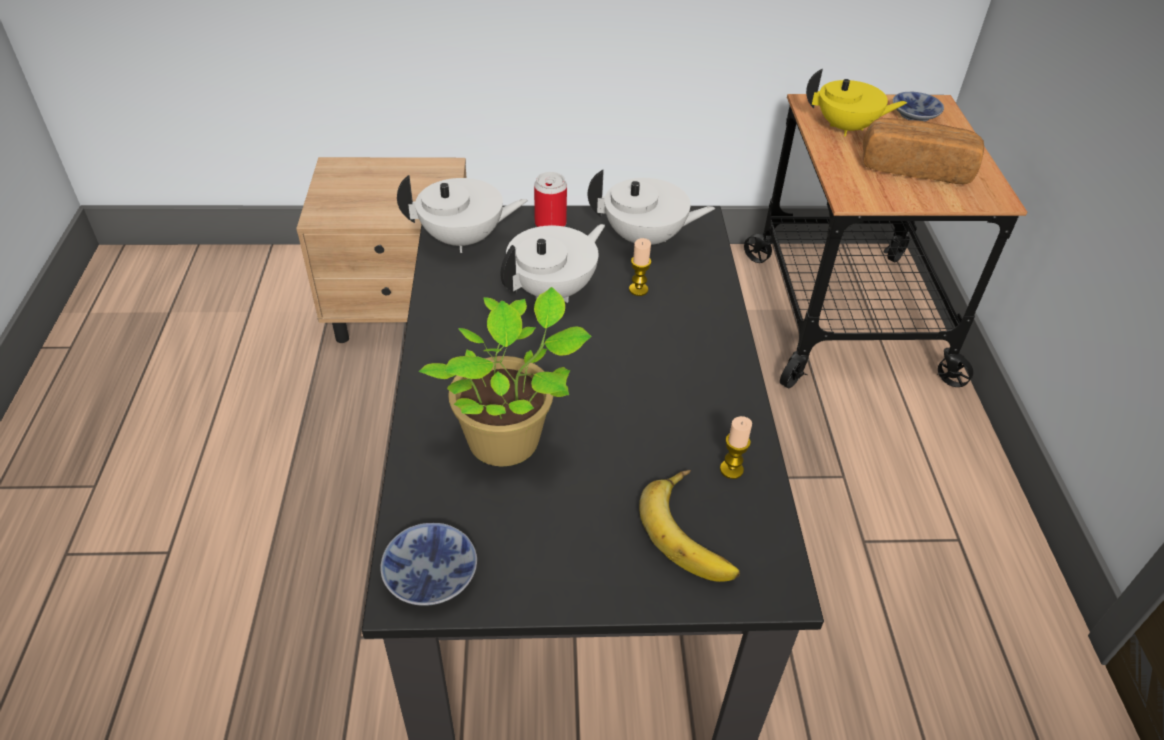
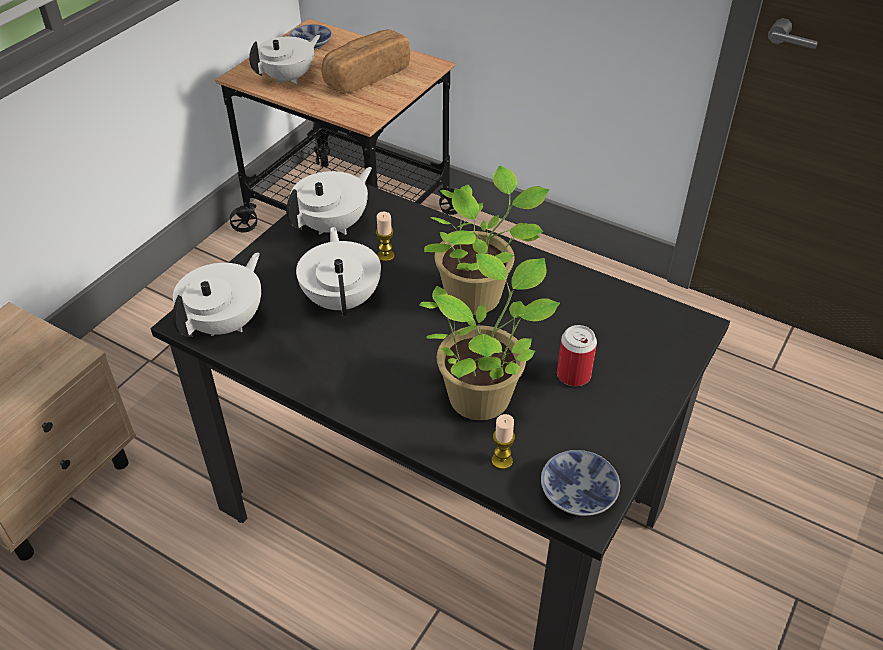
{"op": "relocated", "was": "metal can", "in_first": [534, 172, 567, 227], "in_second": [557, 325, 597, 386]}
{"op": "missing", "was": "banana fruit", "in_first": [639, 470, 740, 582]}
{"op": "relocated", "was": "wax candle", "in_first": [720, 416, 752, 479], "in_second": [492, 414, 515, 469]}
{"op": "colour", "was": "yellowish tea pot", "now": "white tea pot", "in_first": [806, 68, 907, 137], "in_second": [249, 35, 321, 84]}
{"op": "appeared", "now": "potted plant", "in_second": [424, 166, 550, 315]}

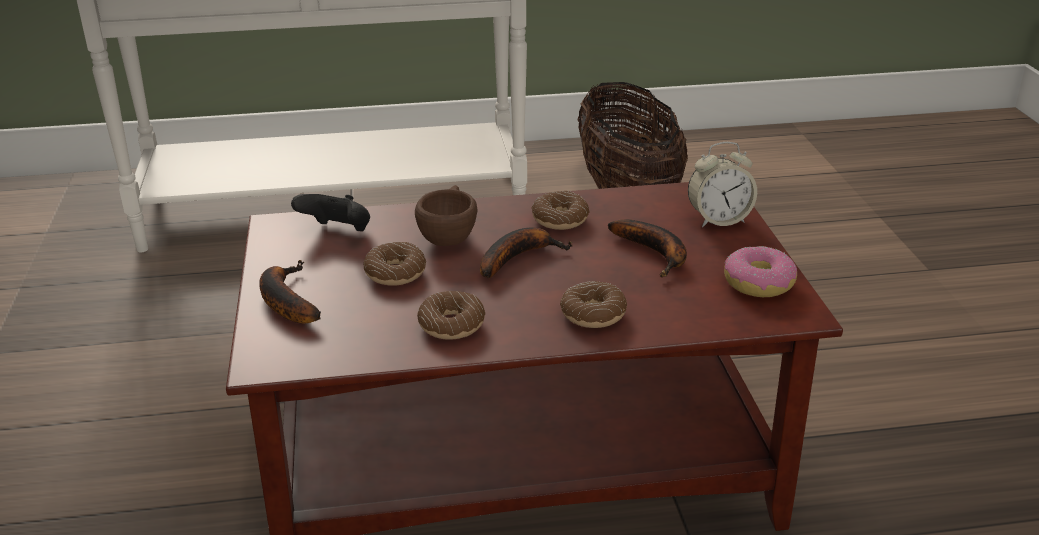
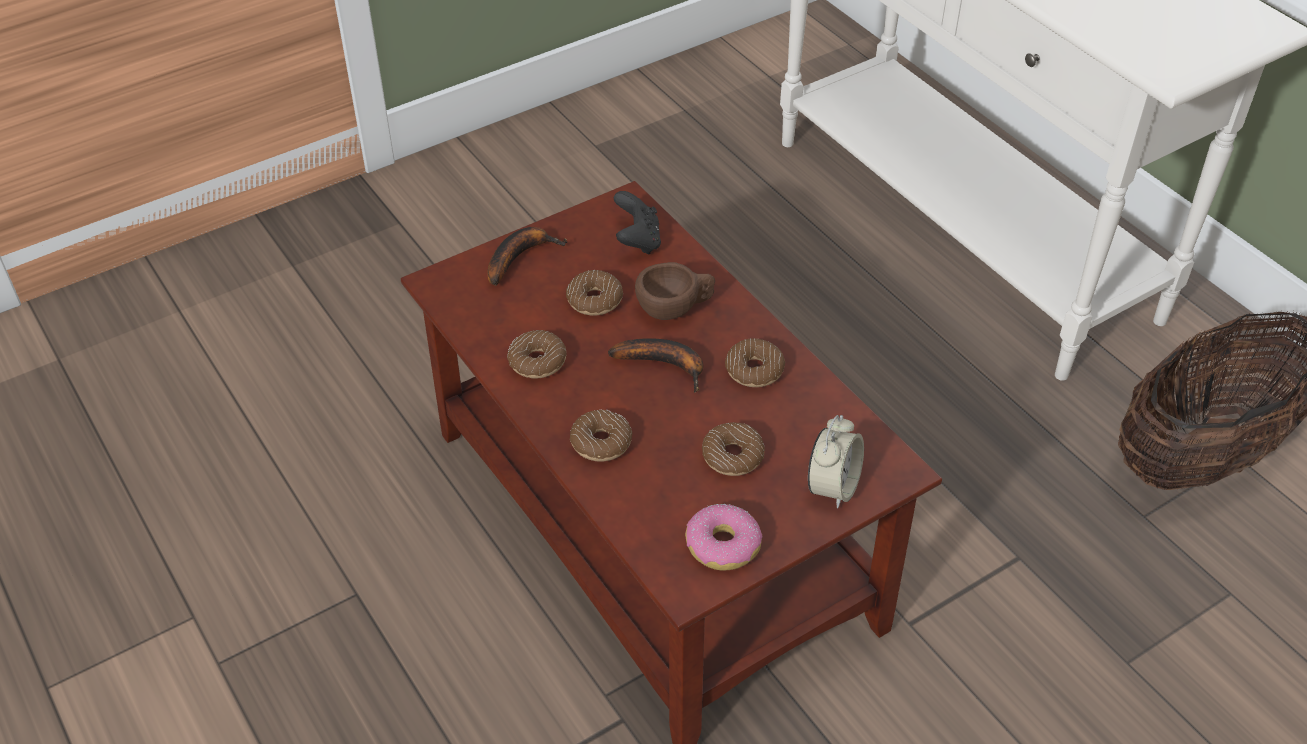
{"op": "exchanged", "was": "banana fruit", "now": "doughnut", "in_first": [608, 219, 687, 277], "in_second": [702, 422, 765, 476]}
{"op": "spun", "was": "alarm clock", "in_first": [688, 142, 757, 227], "in_second": [808, 415, 864, 509], "clockwise": -120}

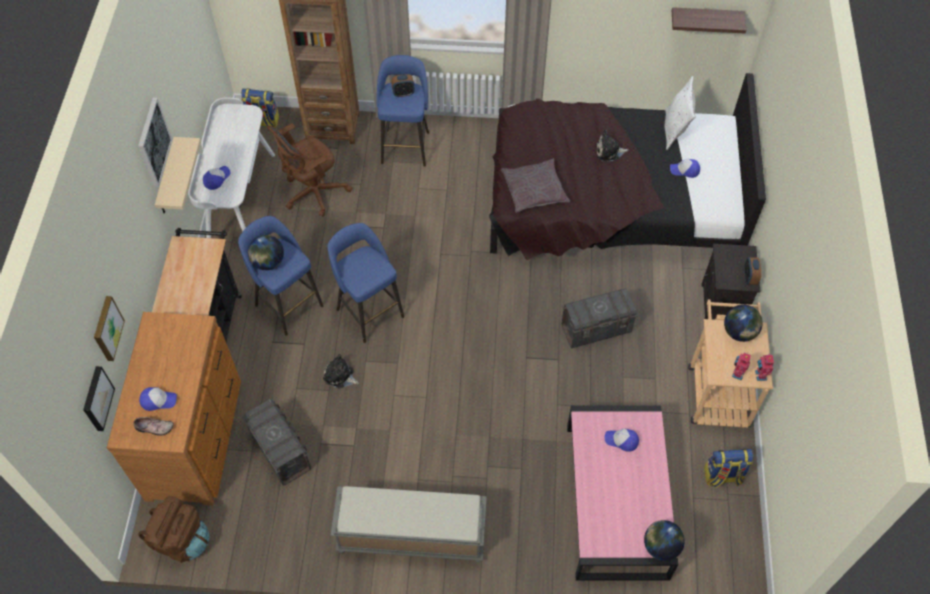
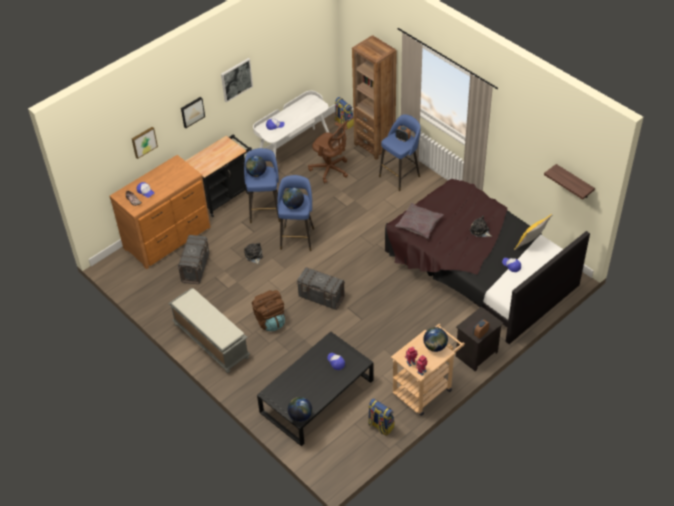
{"op": "relocated", "was": "wall picture", "in_first": [83, 366, 115, 431], "in_second": [181, 97, 205, 128]}
{"op": "relocated", "was": "brown backpack", "in_first": [138, 496, 210, 563], "in_second": [252, 290, 285, 331]}
{"op": "missing", "was": "beige-coloured bracket shelf", "in_first": [155, 137, 201, 214]}
{"op": "spun", "was": "brown computer chair", "in_first": [267, 123, 353, 217], "in_second": [308, 120, 349, 183], "clockwise": -150}
{"op": "relocated", "was": "greyish storage bin", "in_first": [561, 288, 638, 348], "in_second": [297, 267, 345, 310]}
{"op": "colour", "was": "pinkish coffee table", "now": "black-coloured coffee table", "in_first": [567, 405, 678, 581], "in_second": [257, 332, 374, 446]}
{"op": "colour", "was": "white throw pillow", "now": "yellowish throw pillow", "in_first": [664, 76, 696, 150], "in_second": [514, 214, 553, 250]}
{"op": "appeared", "now": "globe", "in_second": [282, 187, 304, 209]}

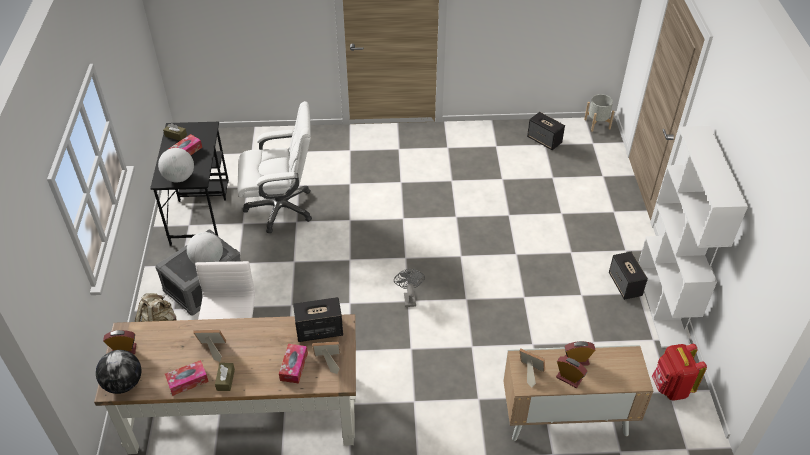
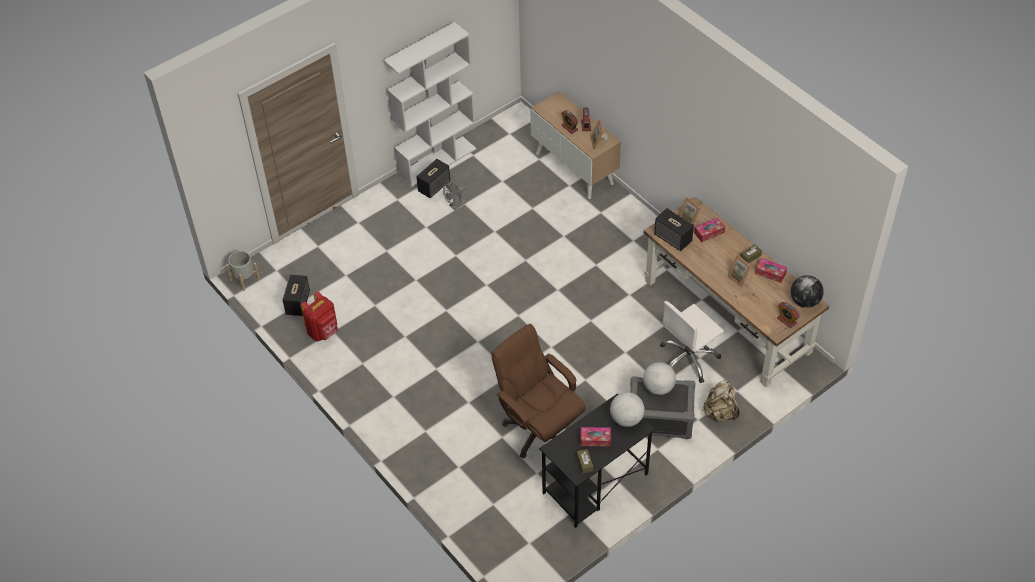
{"op": "colour", "was": "white computer chair", "now": "brown computer chair", "in_first": [237, 101, 312, 233], "in_second": [491, 324, 586, 459]}
{"op": "relocated", "was": "greyish electric fan", "in_first": [394, 269, 425, 307], "in_second": [443, 182, 466, 210]}
{"op": "relocated", "was": "reddish backpack", "in_first": [652, 344, 707, 401], "in_second": [300, 291, 338, 341]}

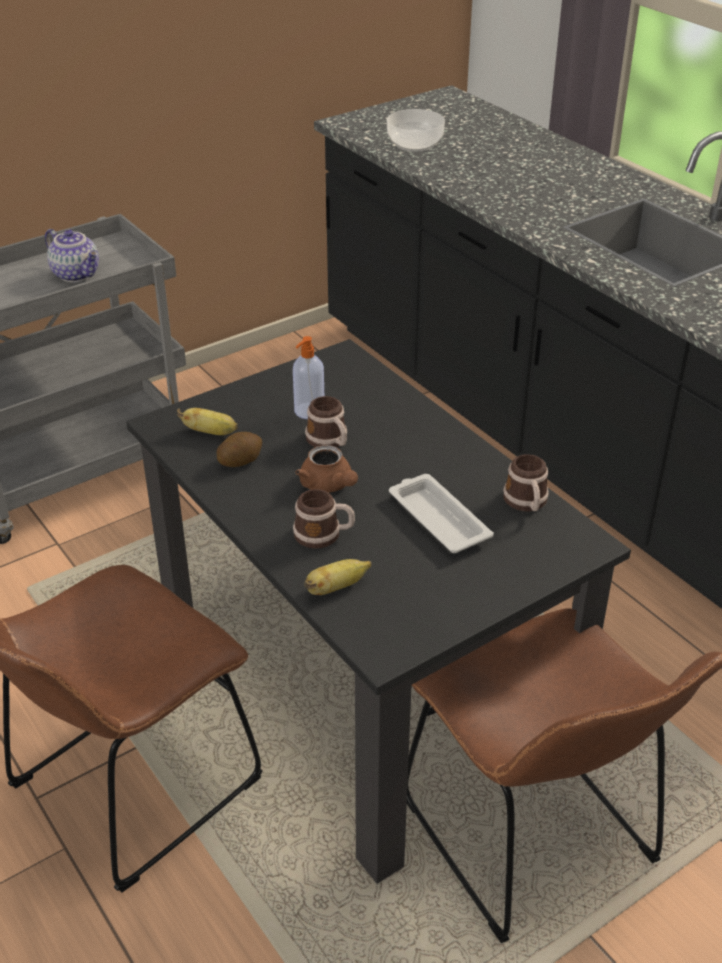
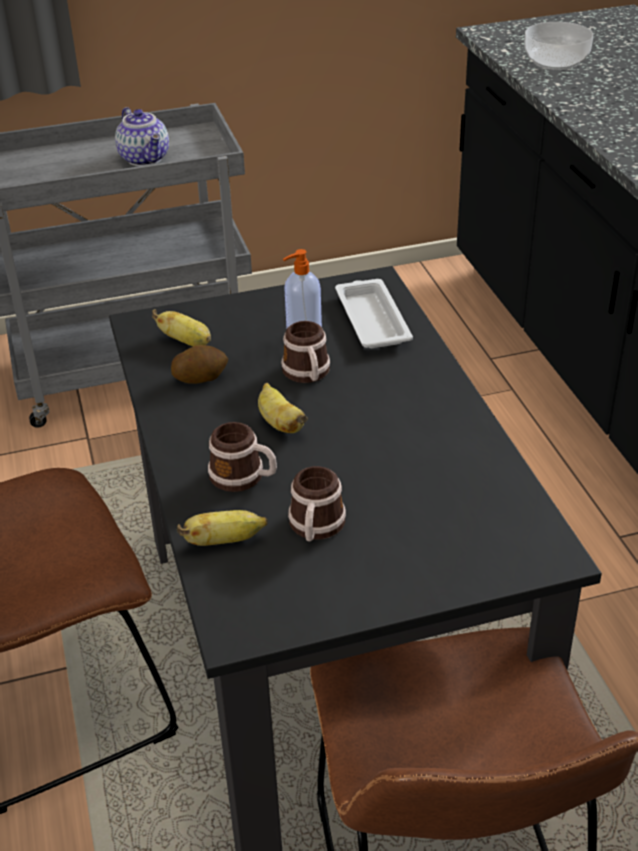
{"op": "exchanged", "was": "brown tea pot", "now": "banana fruit", "in_first": [295, 445, 358, 493], "in_second": [258, 383, 308, 433]}
{"op": "relocated", "was": "white serving tray", "in_first": [389, 474, 494, 553], "in_second": [335, 279, 413, 348]}
{"op": "relocated", "was": "coffee mug", "in_first": [503, 454, 549, 511], "in_second": [288, 466, 346, 542]}

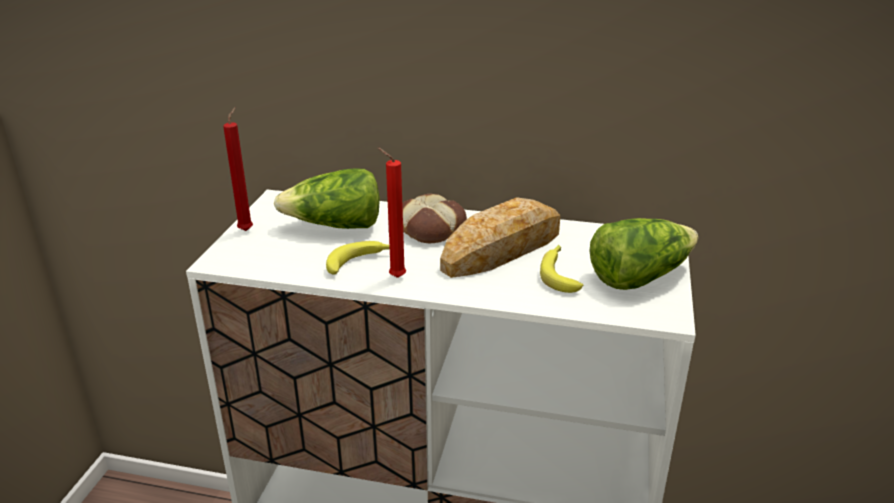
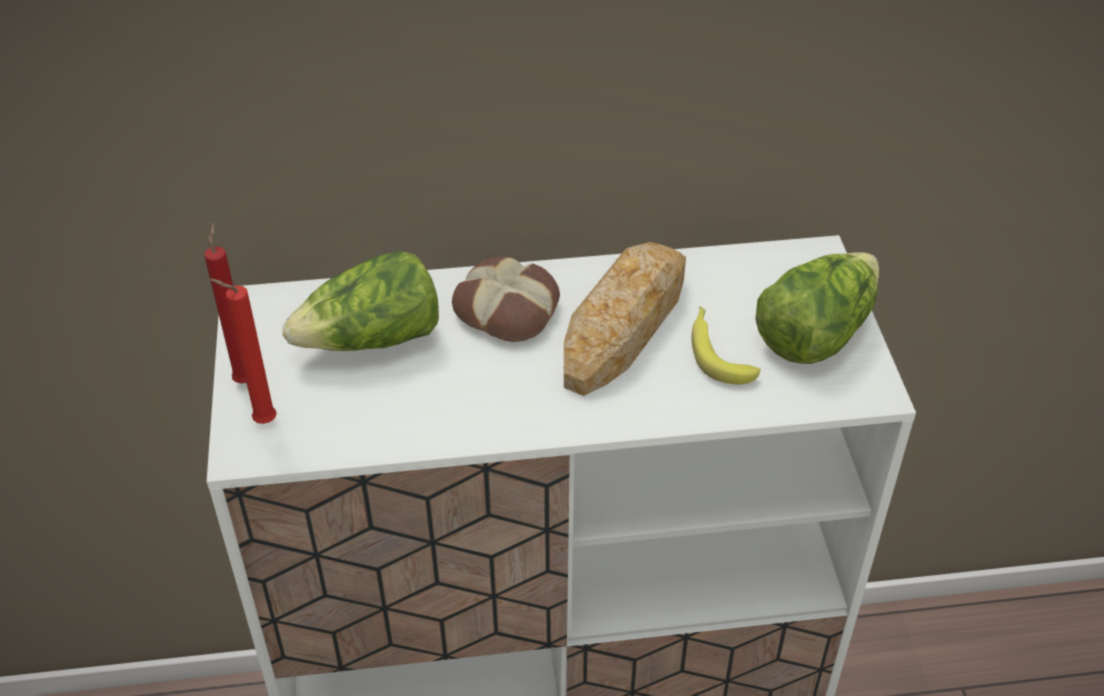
{"op": "missing", "was": "banana fruit", "in_first": [326, 241, 390, 275]}
{"op": "relocated", "was": "reddish wax candle", "in_first": [378, 148, 406, 278], "in_second": [209, 279, 277, 424]}

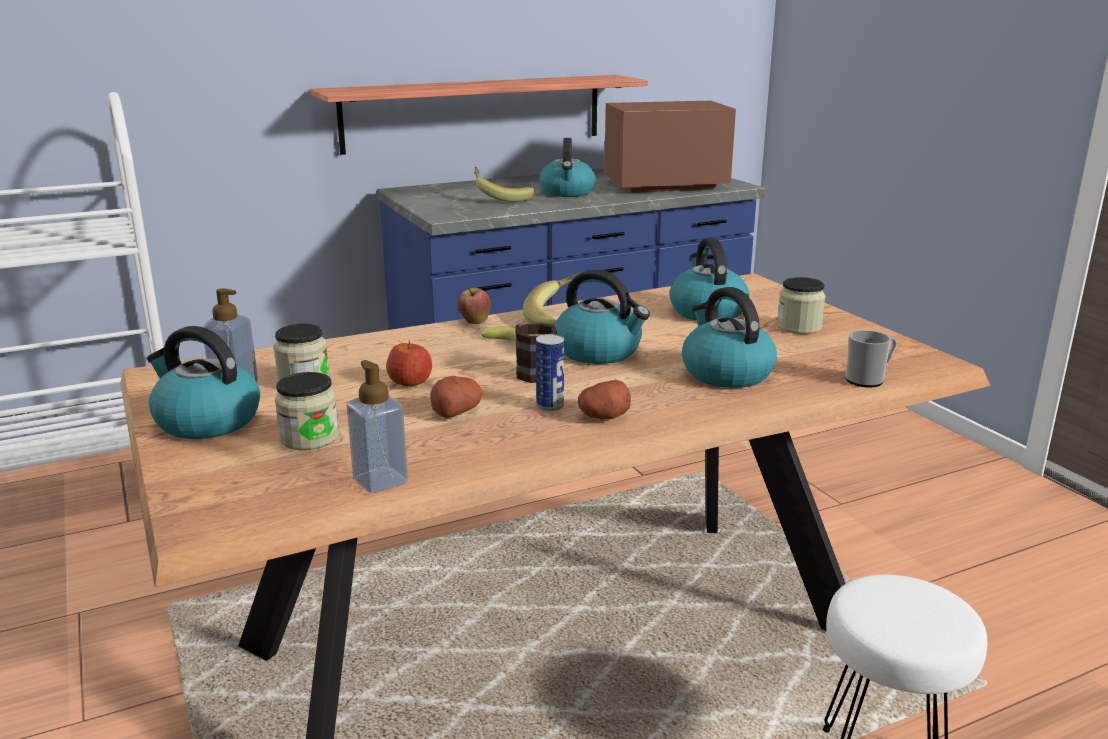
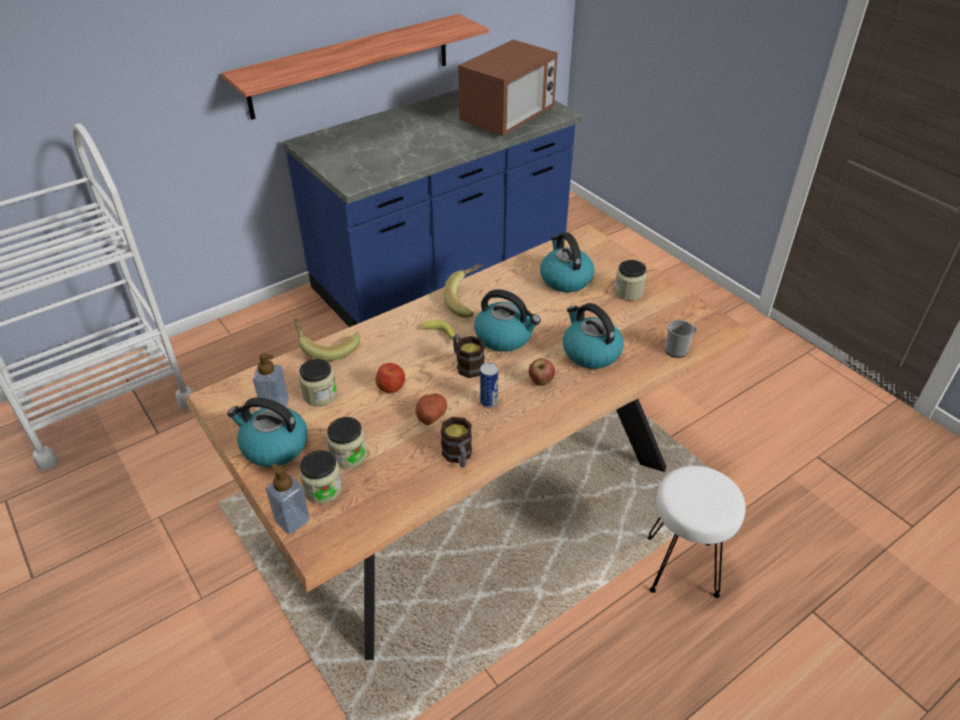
{"op": "relocated", "was": "liquid soap bottle", "in_first": [347, 360, 408, 493], "in_second": [266, 464, 310, 534]}
{"op": "relocated", "was": "apple fruit", "in_first": [457, 288, 491, 324], "in_second": [528, 358, 555, 386]}
{"op": "relocated", "was": "banana fruit", "in_first": [474, 167, 535, 202], "in_second": [294, 319, 360, 361]}
{"op": "missing", "was": "water kettle", "in_first": [539, 138, 596, 197]}
{"op": "missing", "was": "whole potato", "in_first": [578, 380, 631, 419]}
{"op": "spun", "was": "kitchen microwave", "in_first": [604, 101, 736, 193], "in_second": [458, 40, 558, 136], "clockwise": 150}
{"op": "appeared", "now": "preserve jar", "in_second": [300, 450, 342, 504]}
{"op": "appeared", "now": "coffee mug", "in_second": [441, 417, 472, 467]}

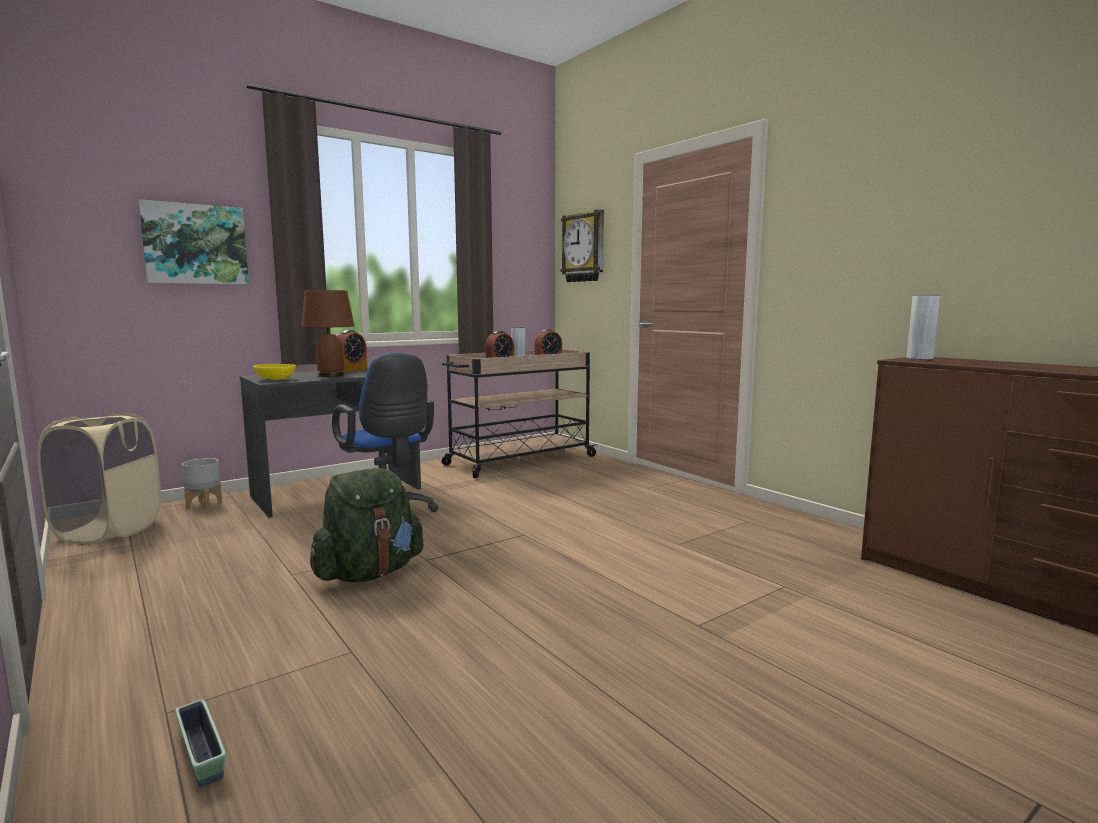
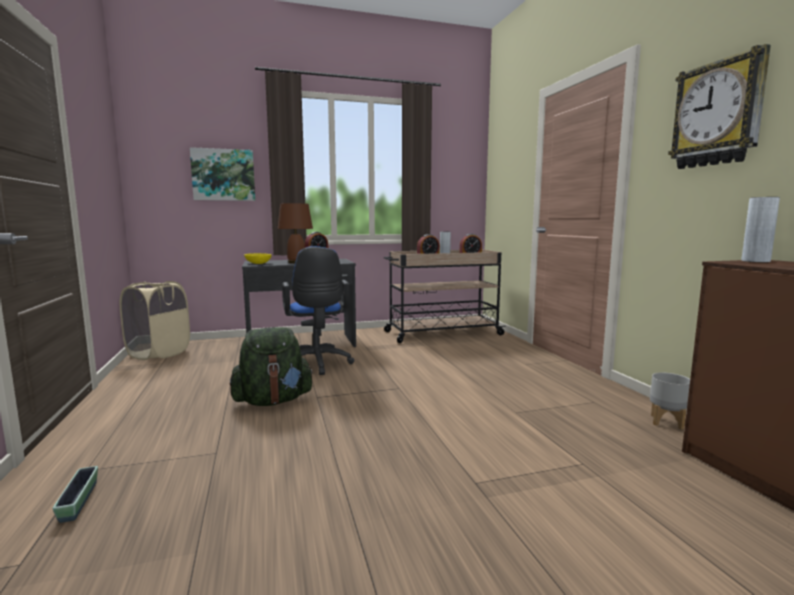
{"op": "relocated", "was": "greyish planter", "in_first": [182, 458, 222, 508], "in_second": [650, 373, 690, 430]}
{"op": "relocated", "was": "hanging clock", "in_first": [561, 210, 604, 282], "in_second": [668, 44, 771, 169]}

